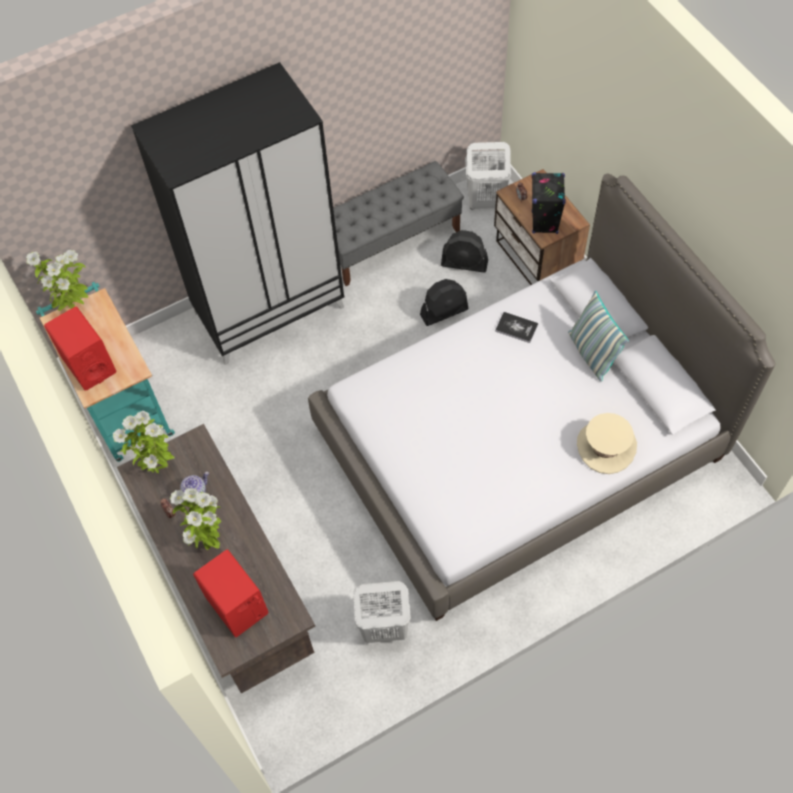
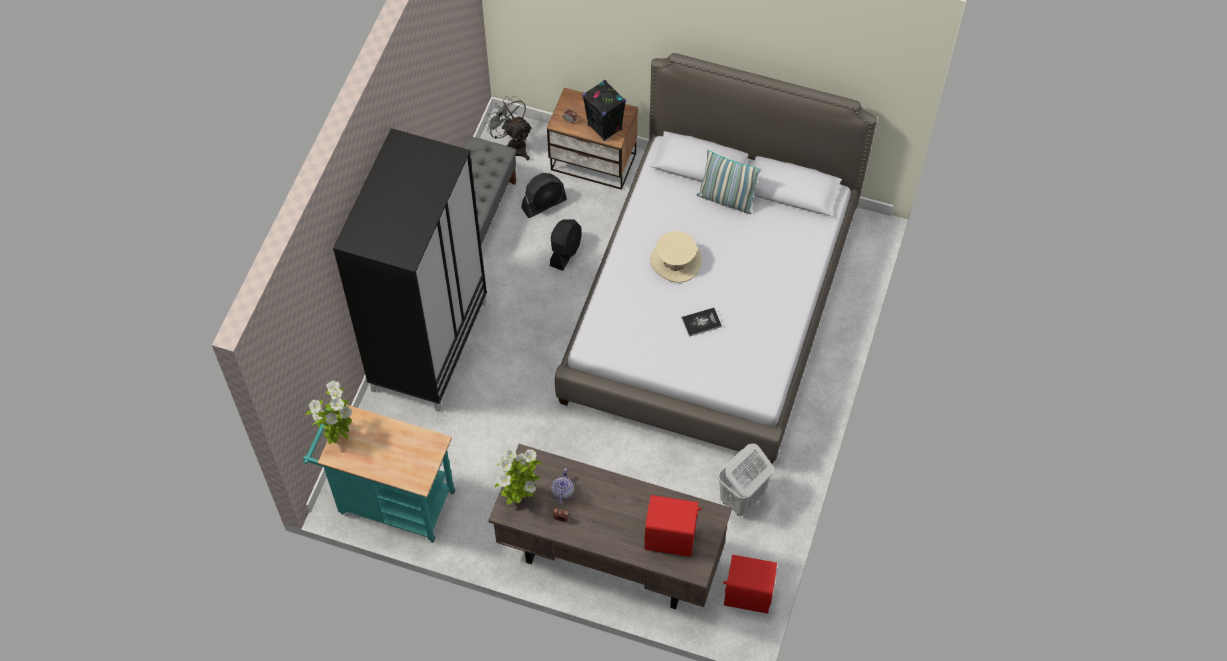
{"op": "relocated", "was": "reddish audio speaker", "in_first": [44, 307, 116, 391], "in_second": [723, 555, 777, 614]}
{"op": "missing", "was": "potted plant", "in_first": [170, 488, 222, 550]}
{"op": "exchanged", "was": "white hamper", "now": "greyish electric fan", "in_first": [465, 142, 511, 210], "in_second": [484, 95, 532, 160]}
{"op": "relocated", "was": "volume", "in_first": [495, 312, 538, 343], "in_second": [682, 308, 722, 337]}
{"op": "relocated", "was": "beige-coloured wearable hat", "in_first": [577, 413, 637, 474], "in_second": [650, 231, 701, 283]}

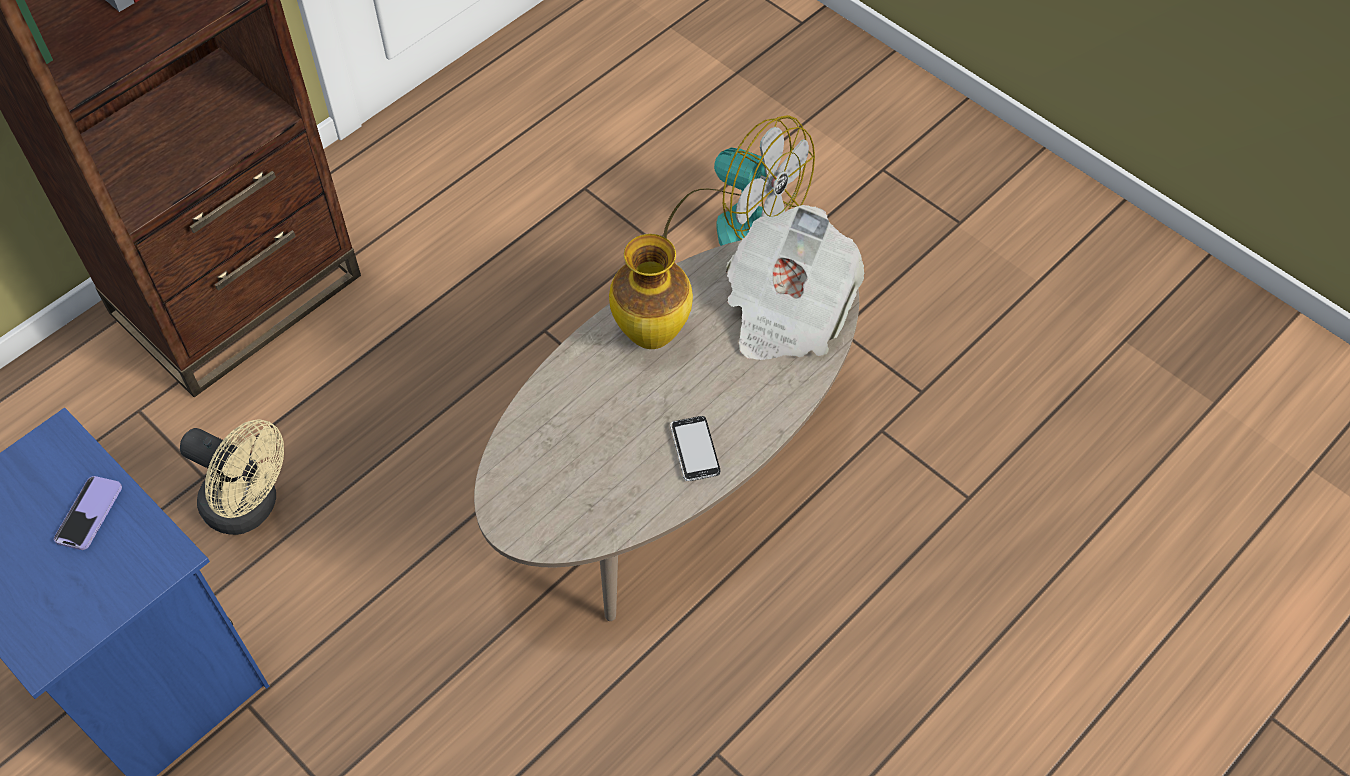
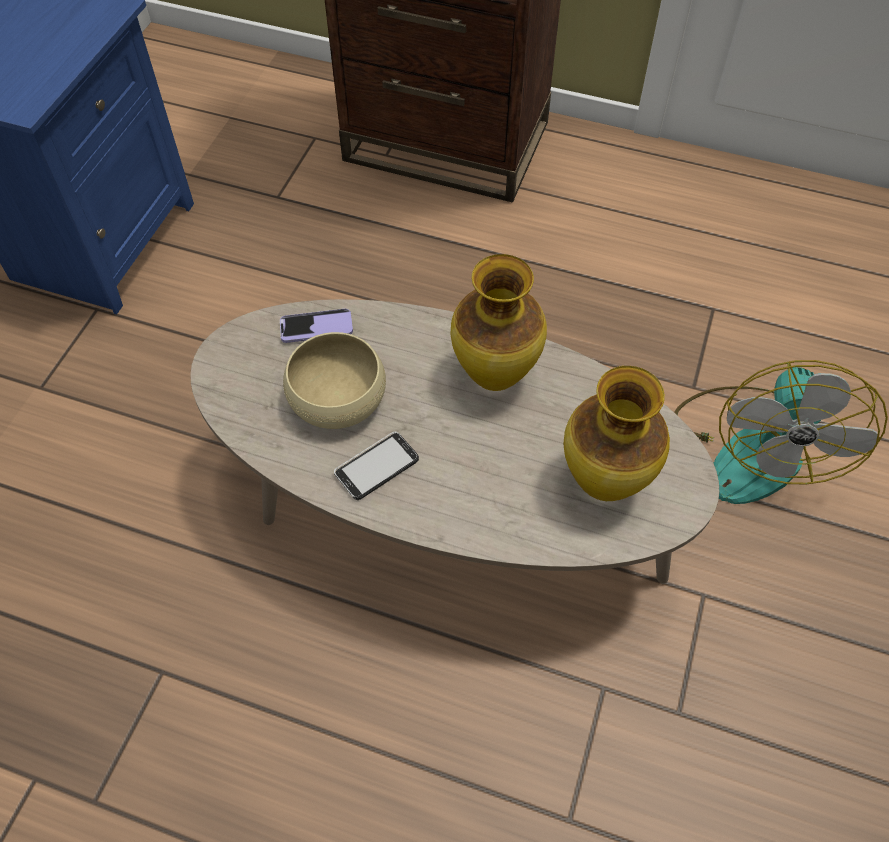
{"op": "relocated", "was": "handset", "in_first": [54, 476, 122, 550], "in_second": [280, 309, 353, 343]}
{"op": "missing", "was": "beige-coloured electric fan", "in_first": [180, 419, 284, 535]}
{"op": "exchanged", "was": "newspaper", "now": "flower vase", "in_first": [726, 205, 865, 360], "in_second": [564, 366, 670, 501]}
{"op": "appeared", "now": "beige-coloured bowl", "in_second": [283, 332, 386, 429]}

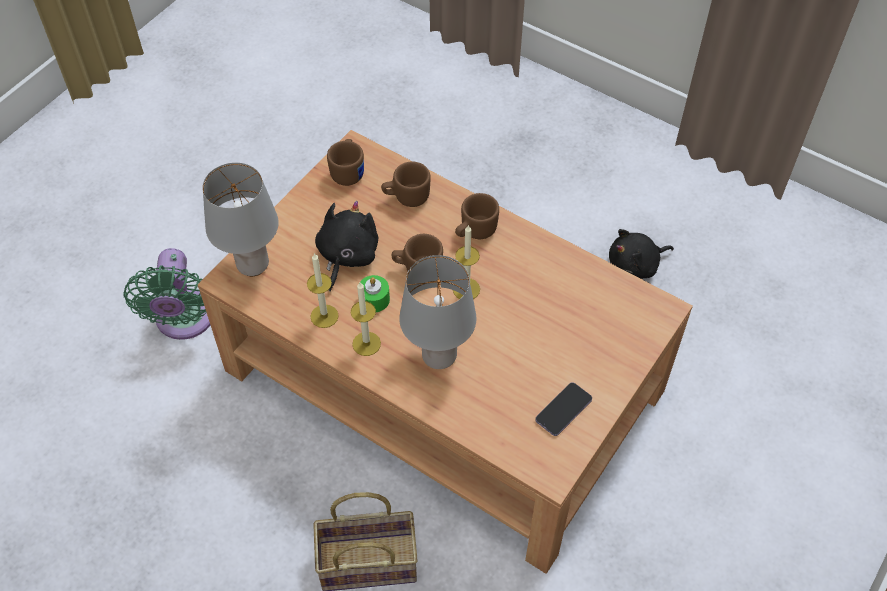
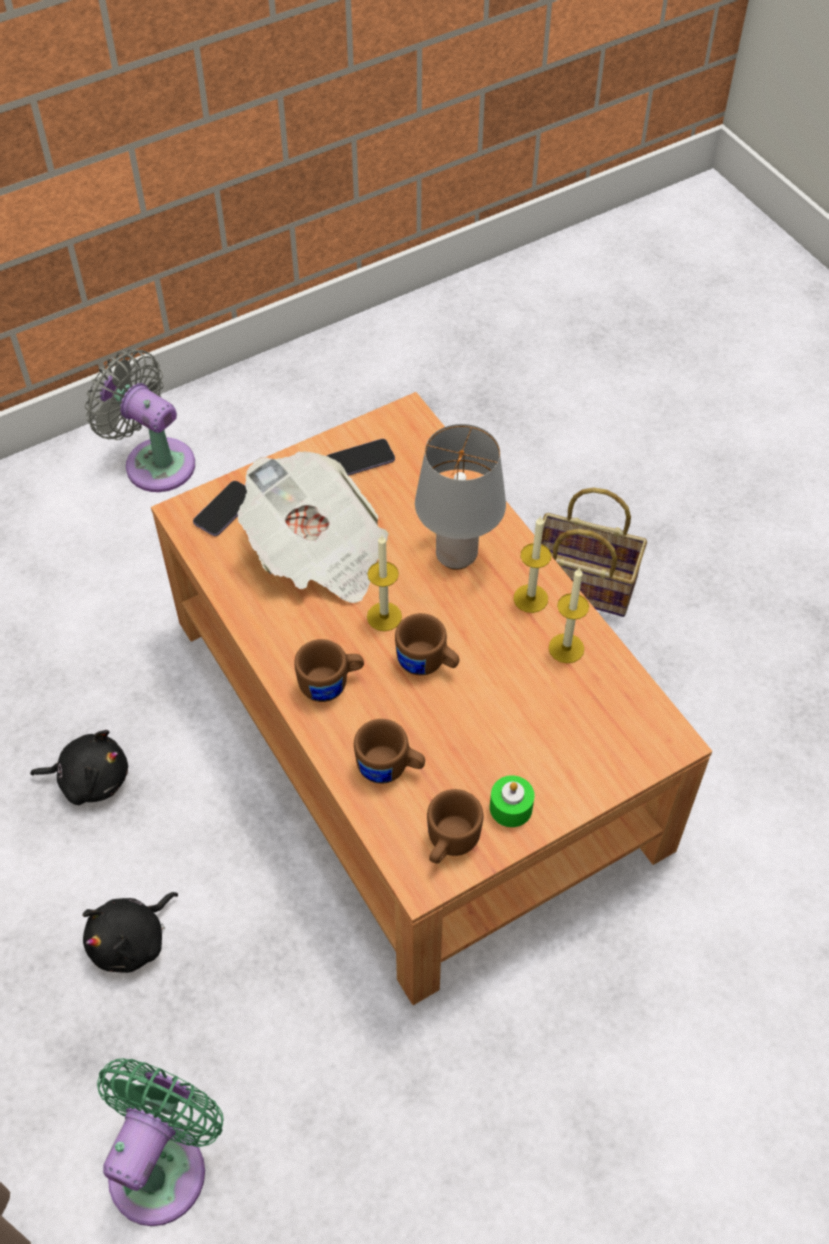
{"op": "relocated", "was": "green electric fan", "in_first": [123, 248, 210, 340], "in_second": [97, 1058, 224, 1226]}
{"op": "missing", "was": "greyish table lamp", "in_first": [202, 163, 279, 276]}
{"op": "relocated", "was": "black-coloured cuddly toy", "in_first": [315, 201, 379, 292], "in_second": [83, 892, 178, 973]}
{"op": "relocated", "was": "green wax candle", "in_first": [360, 275, 390, 312], "in_second": [490, 775, 535, 827]}
{"op": "appeared", "now": "greyish electric fan", "in_second": [85, 349, 195, 492]}
{"op": "appeared", "now": "handset", "in_second": [193, 481, 247, 536]}
{"op": "appeared", "now": "newspaper", "in_second": [237, 452, 388, 603]}

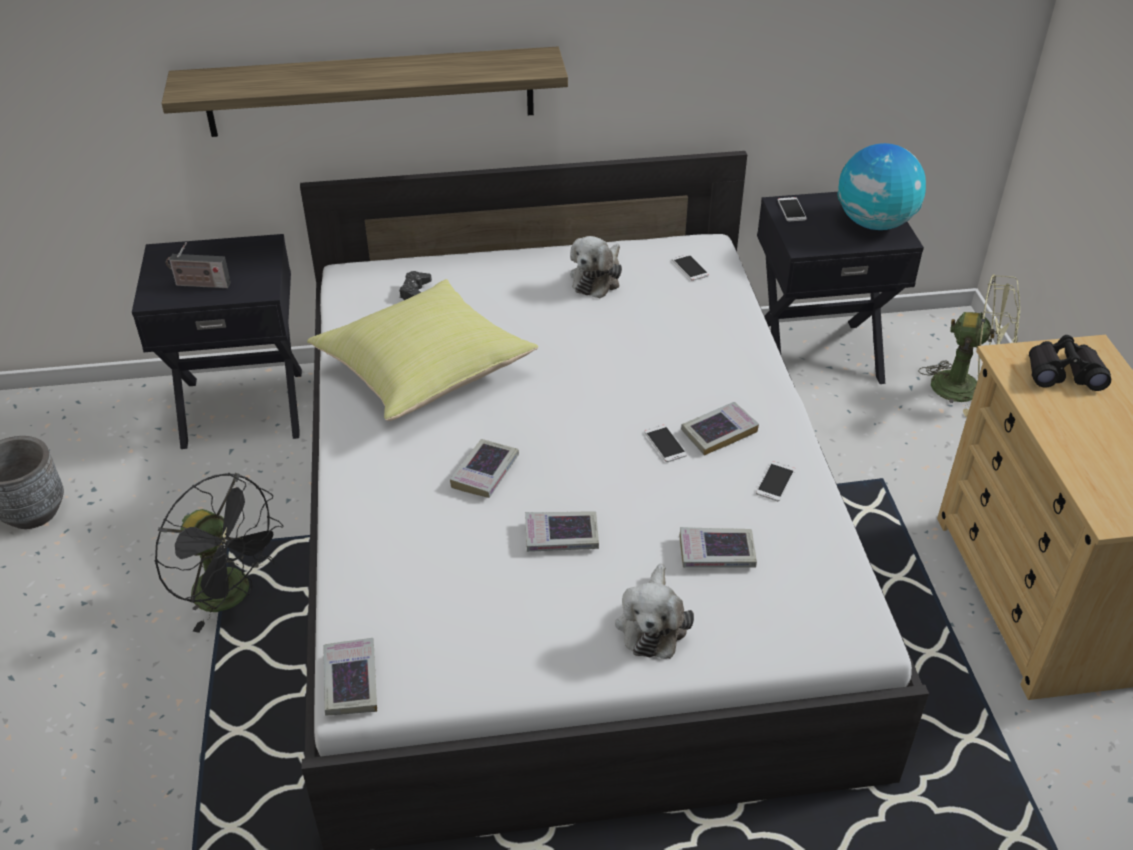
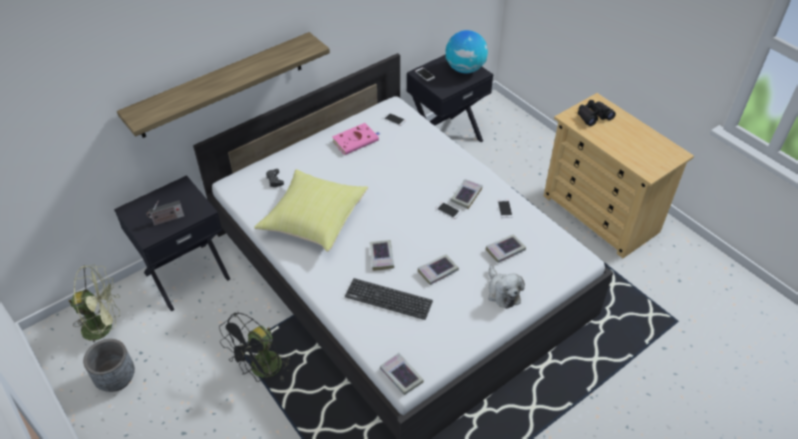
{"op": "spun", "was": "black-coloured electric fan", "in_first": [154, 473, 283, 633], "in_second": [219, 312, 290, 382], "clockwise": 120}
{"op": "exchanged", "was": "cuddly toy", "now": "pinkish volume", "in_first": [570, 236, 622, 298], "in_second": [332, 123, 380, 155]}
{"op": "relocated", "was": "green electric fan", "in_first": [918, 274, 1020, 417], "in_second": [69, 265, 120, 342]}
{"op": "appeared", "now": "computer keyboard", "in_second": [345, 278, 433, 320]}

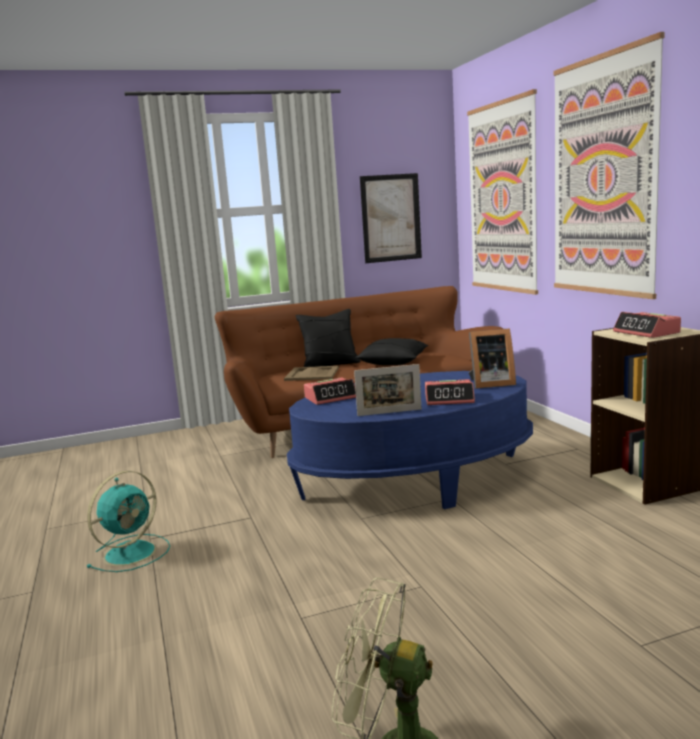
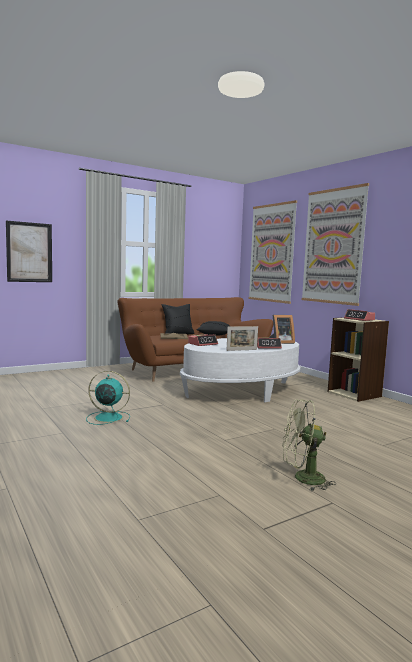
{"op": "spun", "was": "turquoise electric fan", "in_first": [86, 471, 170, 572], "in_second": [86, 371, 130, 425], "clockwise": -105}
{"op": "colour", "was": "bluish coffee table", "now": "white coffee table", "in_first": [287, 371, 533, 509], "in_second": [180, 338, 301, 402]}
{"op": "relocated", "was": "wall picture", "in_first": [360, 173, 422, 263], "in_second": [6, 221, 52, 282]}

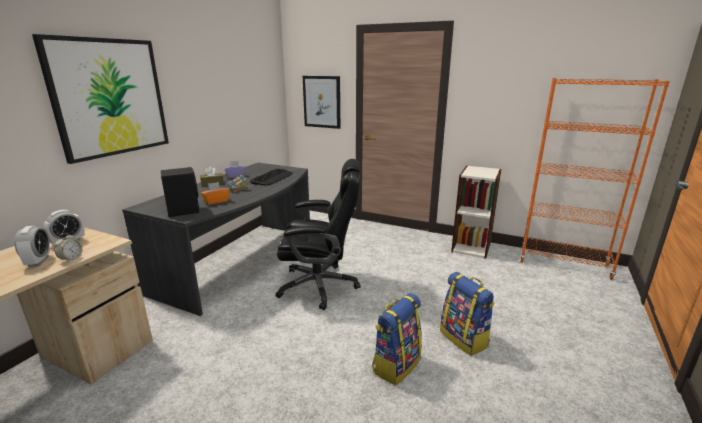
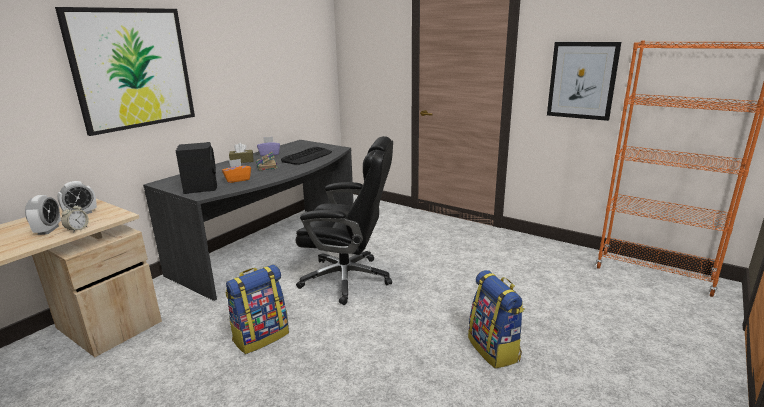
{"op": "relocated", "was": "wall picture", "in_first": [303, 76, 340, 129], "in_second": [547, 42, 621, 121]}
{"op": "relocated", "was": "backpack", "in_first": [372, 293, 422, 386], "in_second": [226, 264, 289, 354]}
{"op": "missing", "was": "bookcase", "in_first": [451, 165, 501, 259]}

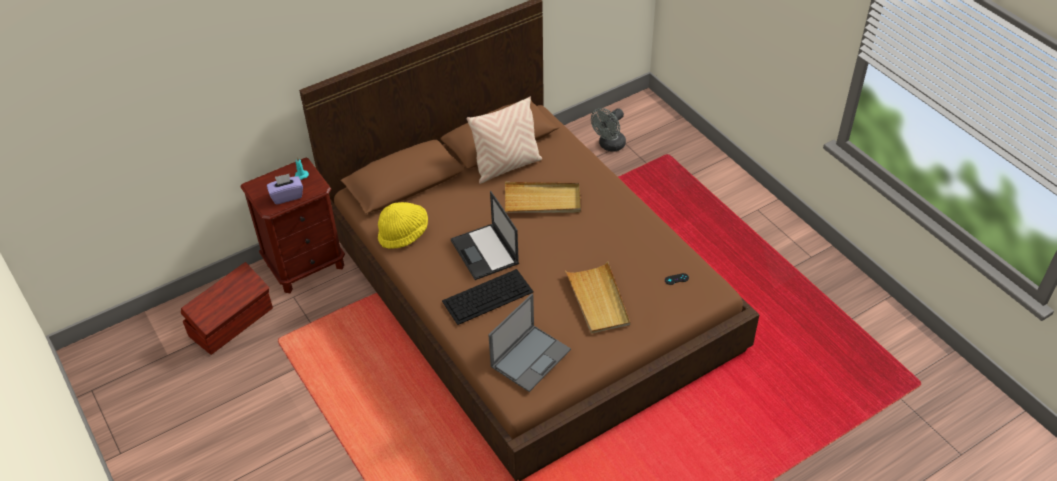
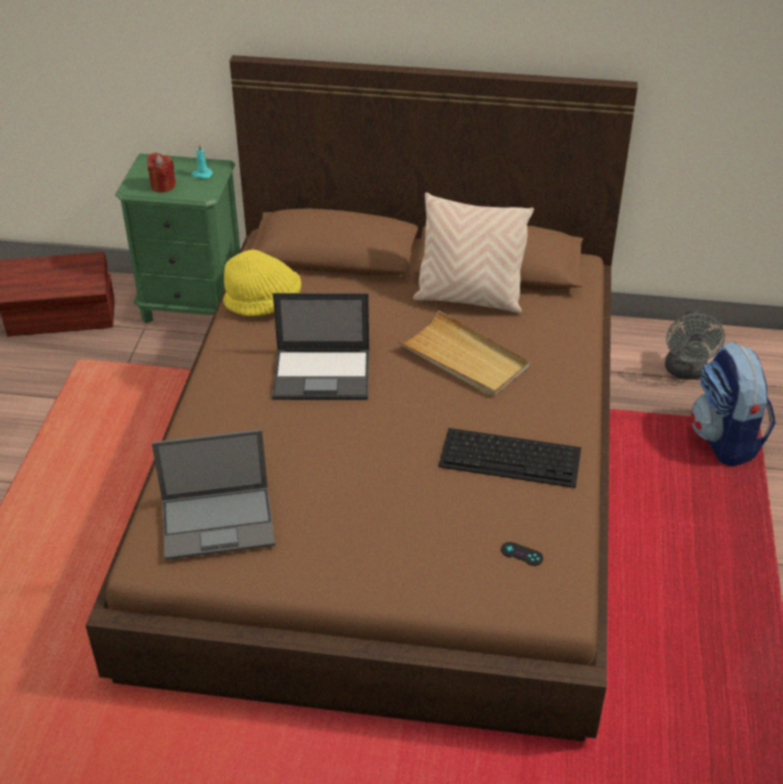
{"op": "colour", "was": "brown bedside table", "now": "green bedside table", "in_first": [240, 158, 345, 293], "in_second": [115, 154, 240, 324]}
{"op": "exchanged", "was": "purple-coloured box of tissues", "now": "reddish wax candle", "in_first": [267, 174, 303, 204], "in_second": [147, 153, 176, 193]}
{"op": "relocated", "was": "computer keyboard", "in_first": [442, 269, 534, 325], "in_second": [438, 428, 581, 488]}
{"op": "spun", "was": "notebook computer", "in_first": [451, 191, 519, 280], "in_second": [272, 293, 369, 400], "clockwise": -105}
{"op": "missing", "was": "beige-coloured serving tray", "in_first": [565, 261, 630, 334]}
{"op": "spun", "was": "greyish electric fan", "in_first": [591, 108, 626, 152], "in_second": [665, 309, 725, 380], "clockwise": -75}
{"op": "appeared", "now": "backpack", "in_second": [691, 341, 776, 467]}

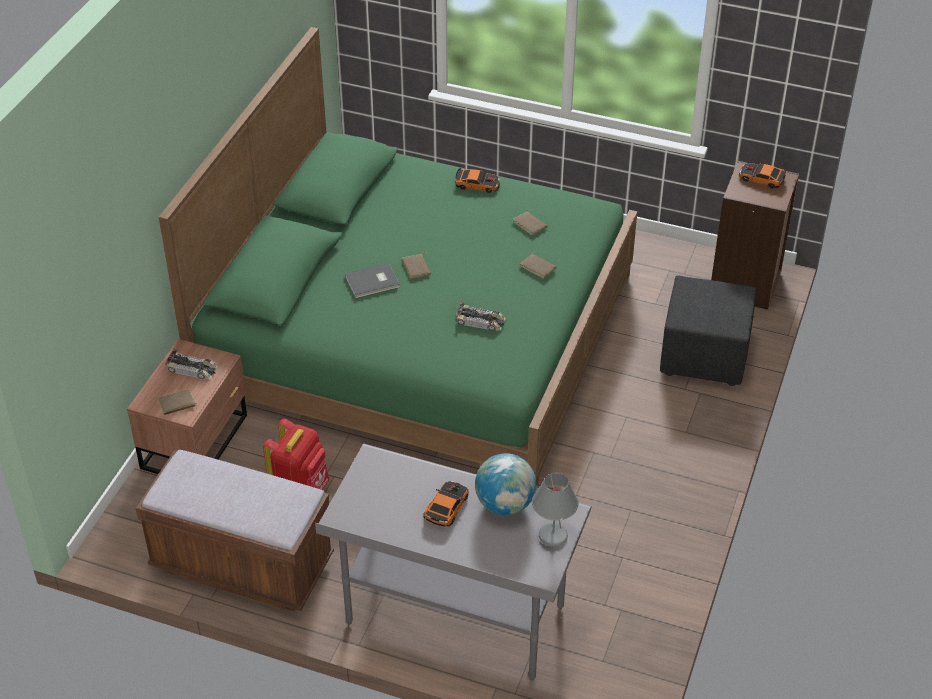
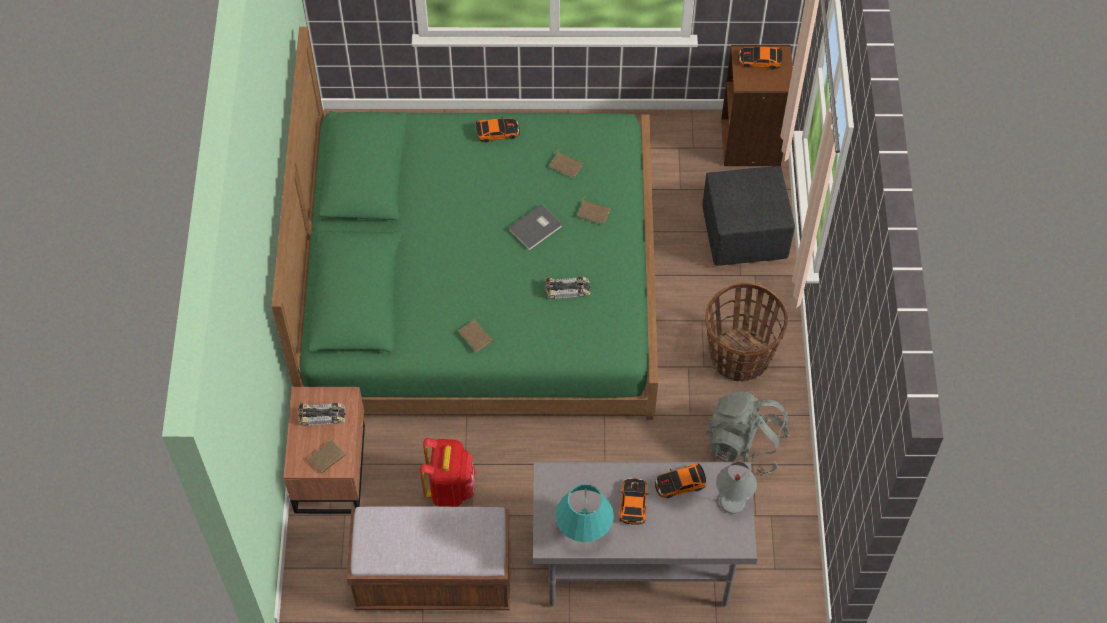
{"op": "relocated", "was": "greyish volume", "in_first": [345, 263, 400, 298], "in_second": [508, 204, 563, 251]}
{"op": "relocated", "was": "brown volume", "in_first": [402, 252, 431, 279], "in_second": [458, 317, 493, 352]}
{"op": "exchanged", "was": "globe", "now": "toy car", "in_first": [475, 453, 536, 515], "in_second": [655, 463, 706, 498]}
{"op": "appeared", "now": "turquoise table lamp", "in_second": [555, 484, 614, 542]}
{"op": "appeared", "now": "storage basket", "in_second": [705, 283, 788, 381]}
{"op": "appeared", "now": "greyish backpack", "in_second": [706, 391, 790, 475]}

